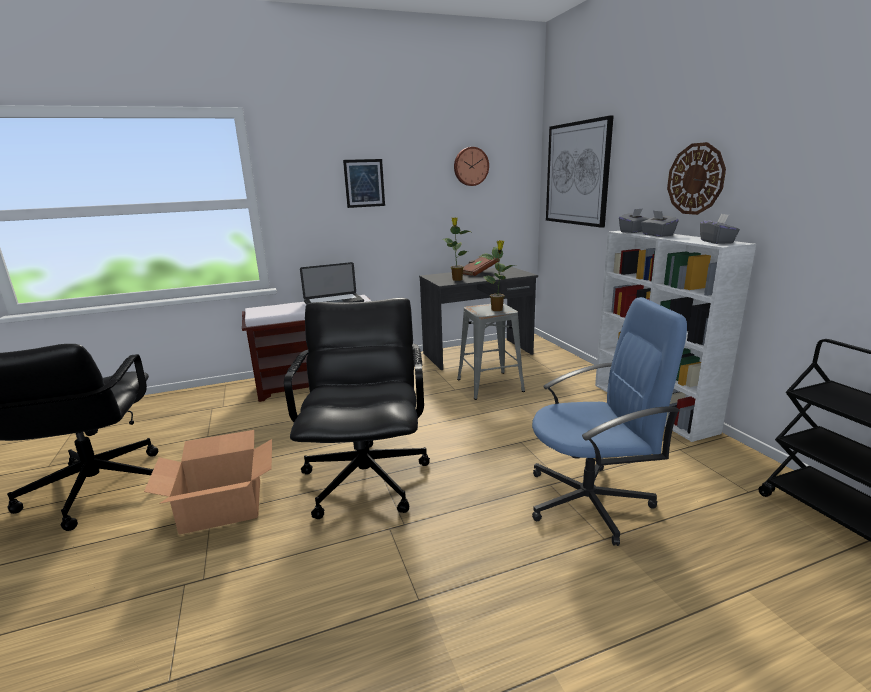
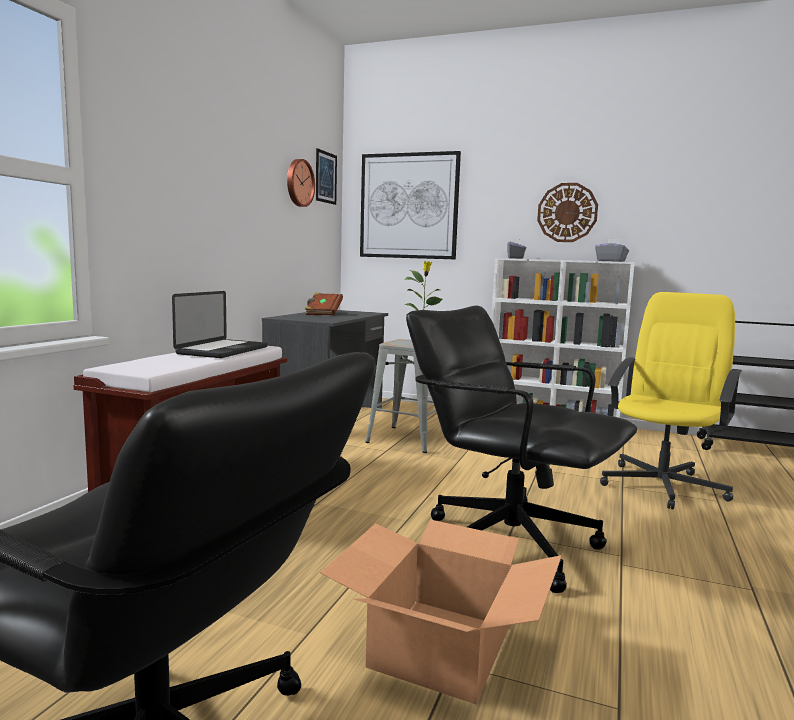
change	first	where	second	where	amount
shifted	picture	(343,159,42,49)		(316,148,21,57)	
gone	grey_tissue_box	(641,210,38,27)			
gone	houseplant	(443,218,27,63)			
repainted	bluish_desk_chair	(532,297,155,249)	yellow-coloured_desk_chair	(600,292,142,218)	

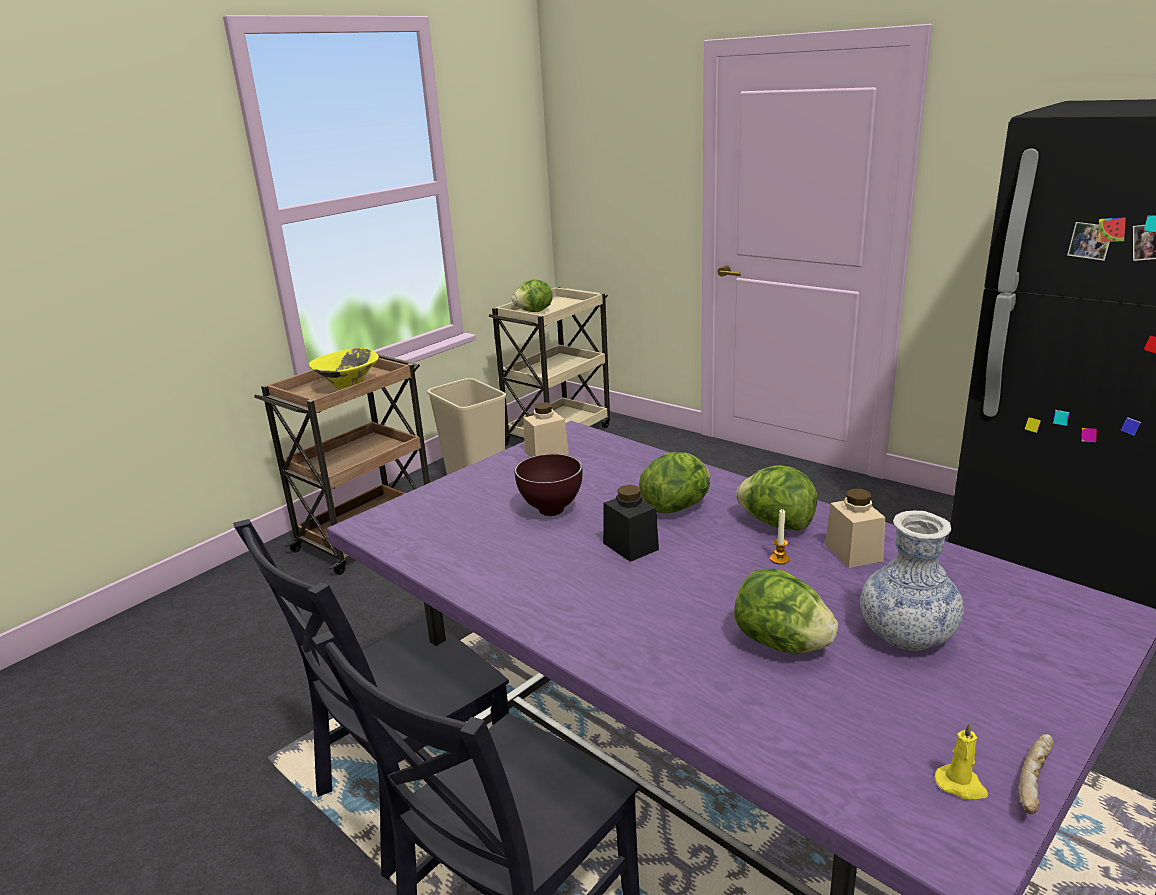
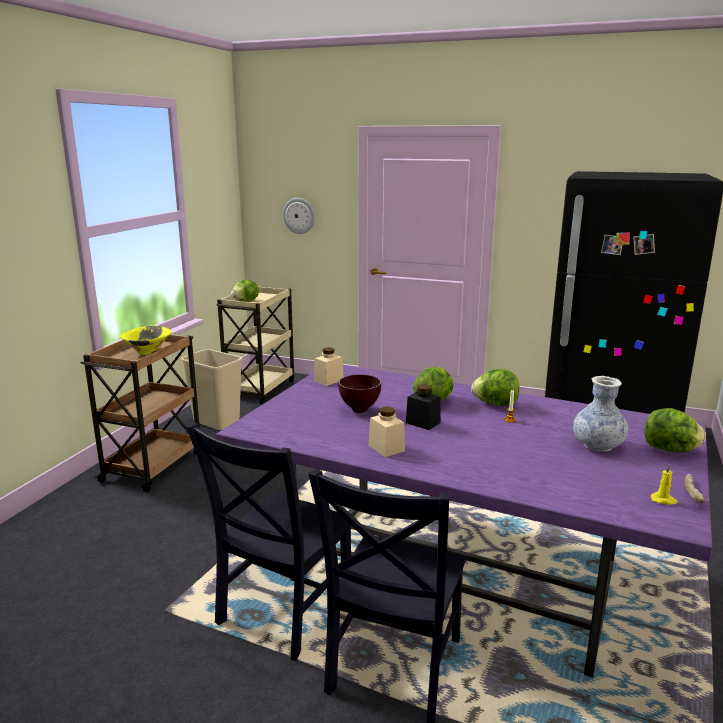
change	first	where	second	where	amount
shifted	sand-coloured_jar	(825,489,60,79)		(369,406,36,51)	
shifted	lettuce_head	(734,569,104,85)		(645,408,61,45)	
new			clock_on_the_wall	(283,198,32,36)	

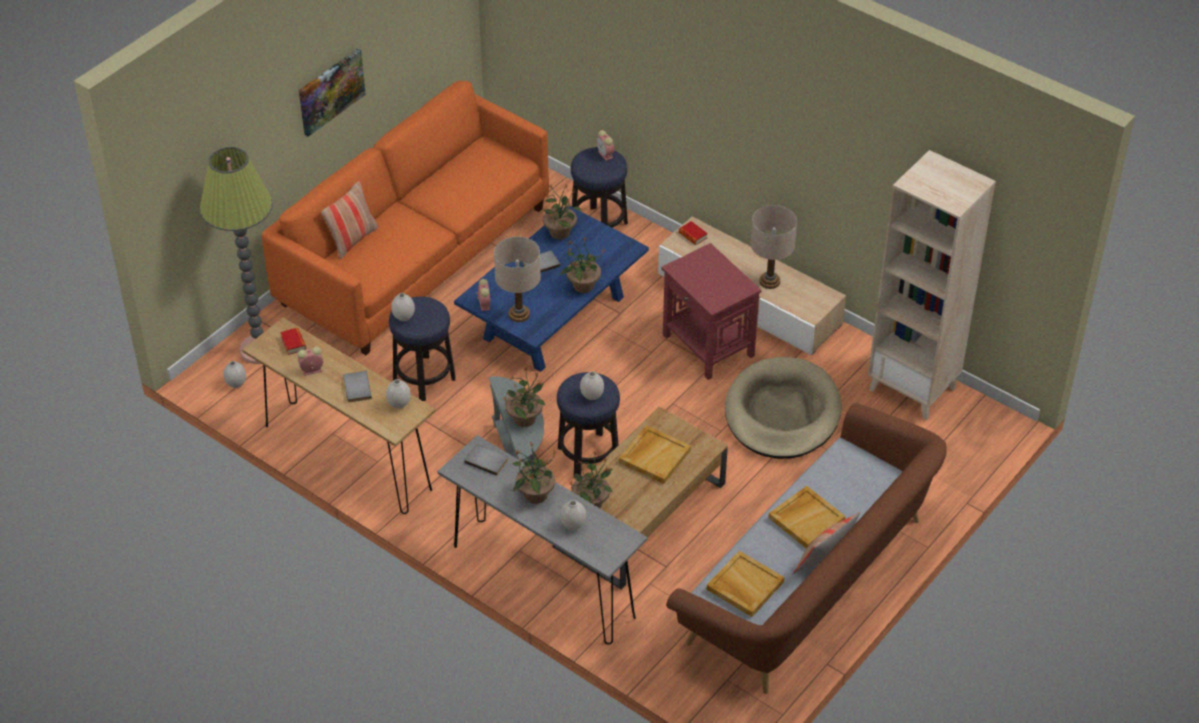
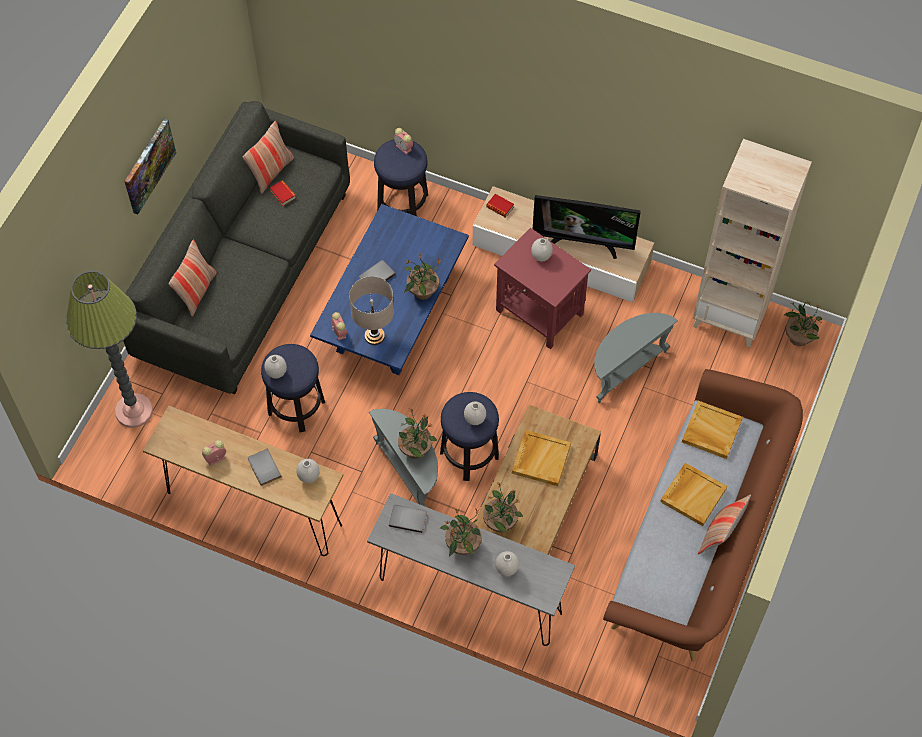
change	first	where	second	where	amount
repainted	orange-coloured_settee	(262,81,287,274)	grey_settee	(123,101,227,293)	
shifted	houseplant	(543,184,39,56)		(784,301,38,45)	
swapped	sand-coloured_tabletop_lamp	(751,205,46,84)	television	(533,195,108,64)	
shifted	bound_book	(280,328,26,27)		(270,180,26,26)	
swapped	sand-coloured_dog_cushion	(725,357,116,102)	grey_end_table	(594,313,84,90)	
shifted	white-coloured_vase	(223,361,23,27)		(531,238,22,23)	
shifted	sand-coloured_carrying_tray	(706,551,79,66)		(682,401,61,58)	
new			throw_pillow	(243,121,51,73)	

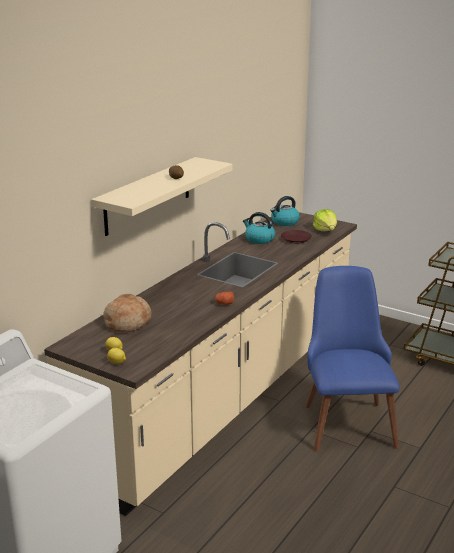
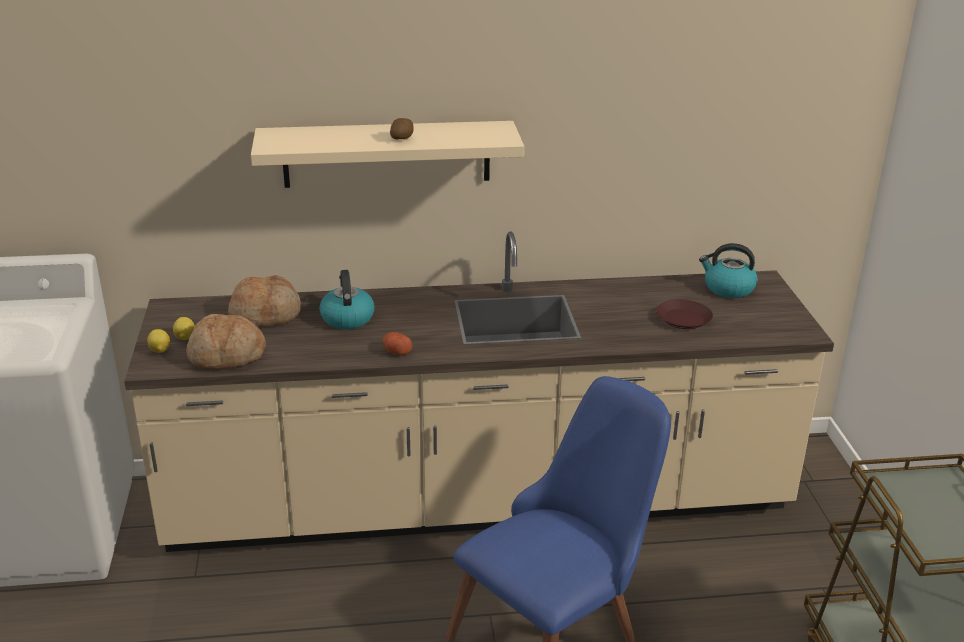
change	first	where	second	where	amount
gone	lettuce_head	(313,209,24,22)			
shifted	water_kettle	(243,212,32,32)		(319,270,56,59)	
new			bakery_bread	(186,314,80,55)	

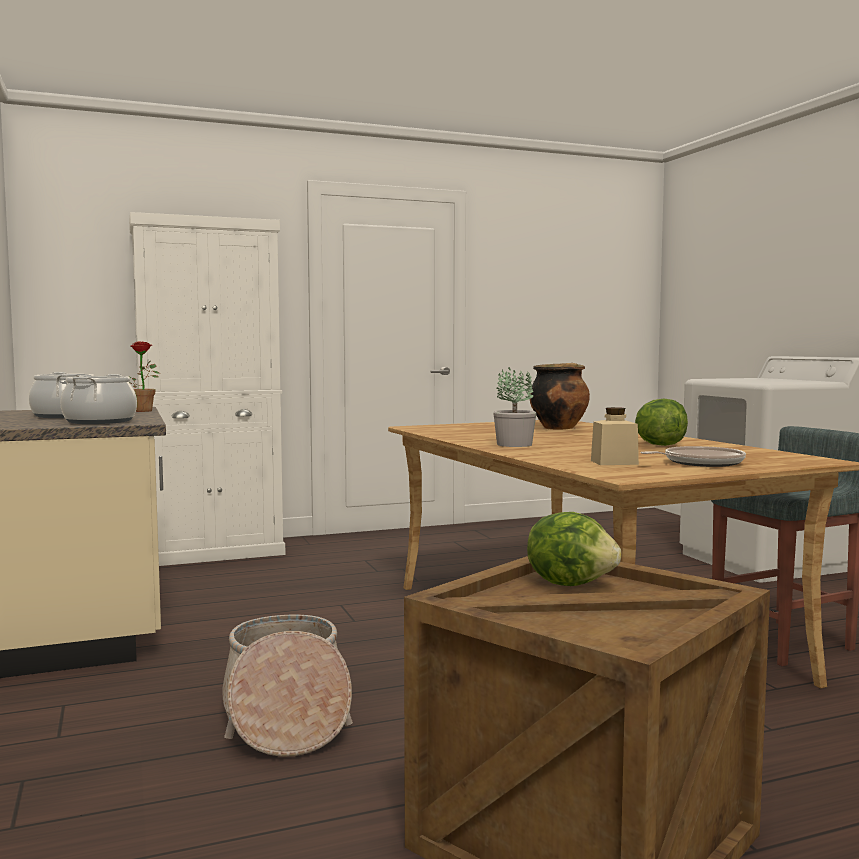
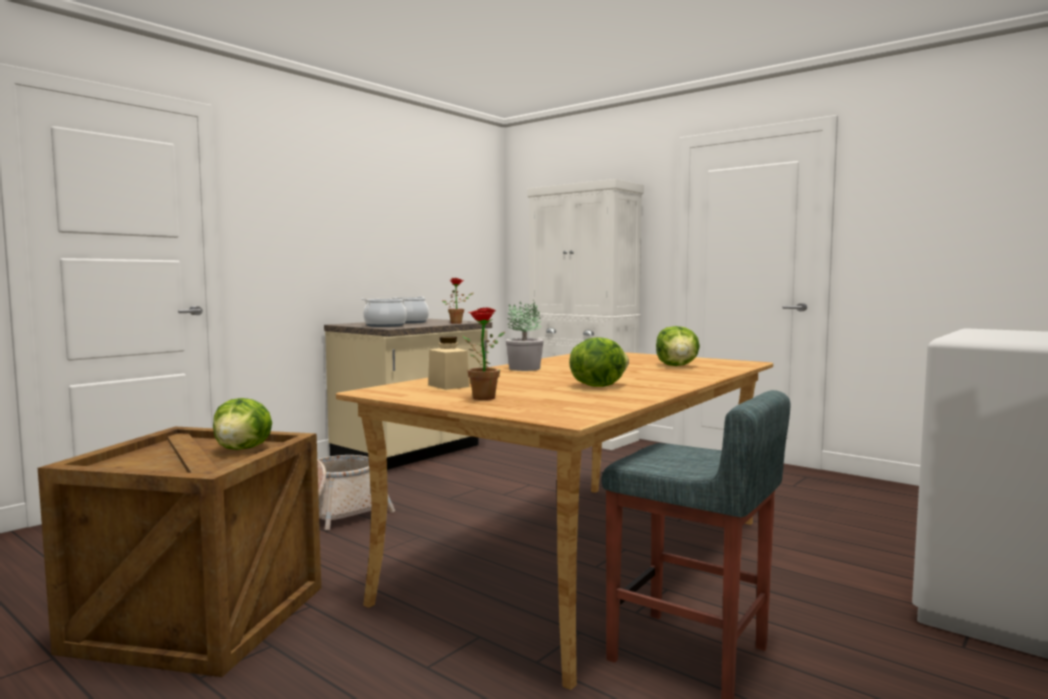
change	first	where	second	where	amount
swapped	saucepot	(530,363,60,67)	lettuce_head	(656,326,44,40)	
swapped	pan	(641,446,105,21)	houseplant	(462,307,43,93)	

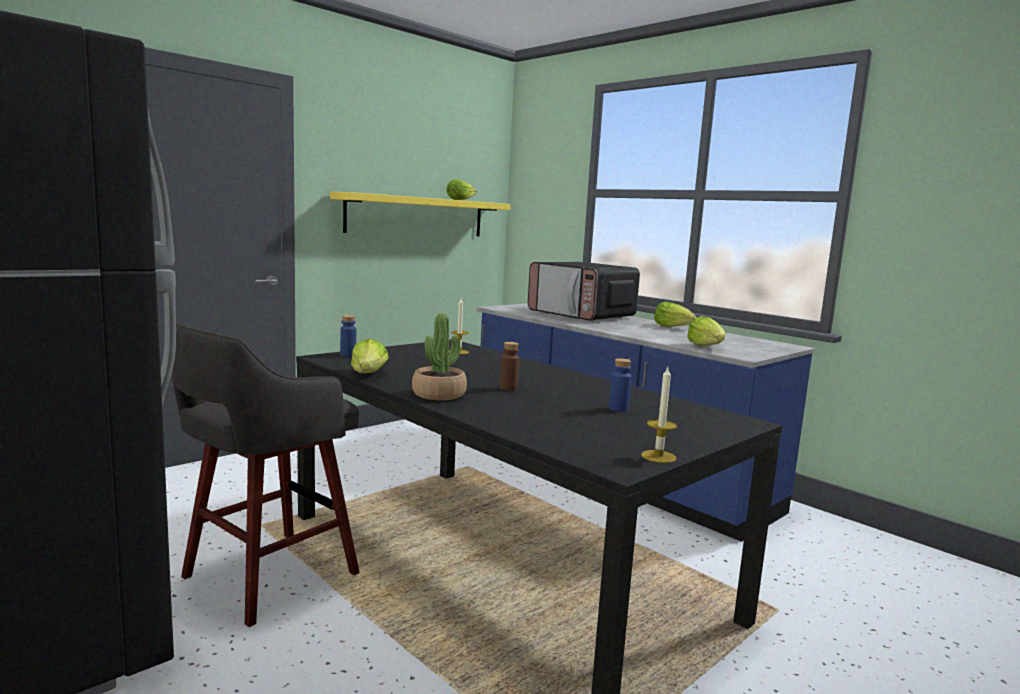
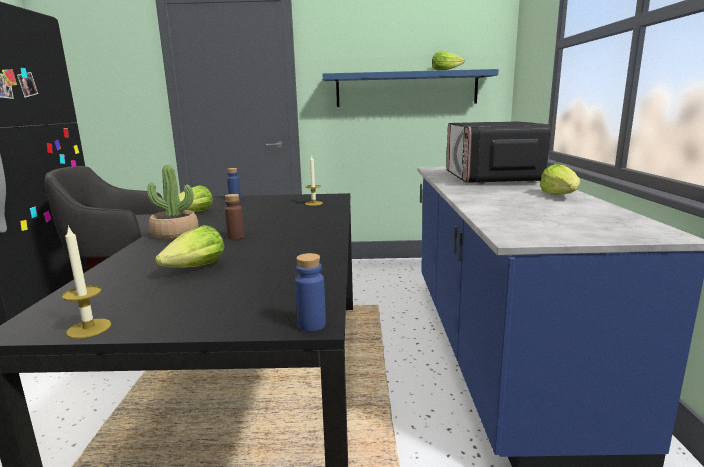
change	first	where	second	where	amount
repainted	yellow-coloured_wall_shelf	(330,192,180,44)	bluish_wall_shelf	(323,69,175,38)	
shifted	lettuce_head	(687,316,38,30)		(155,225,70,43)	
shifted	bluish_bottle	(609,358,23,54)		(295,253,31,79)	

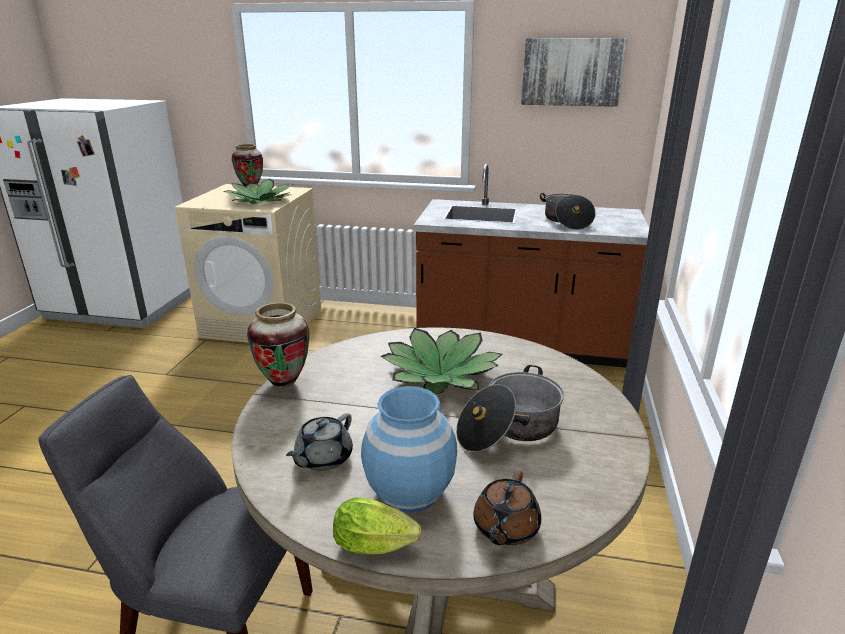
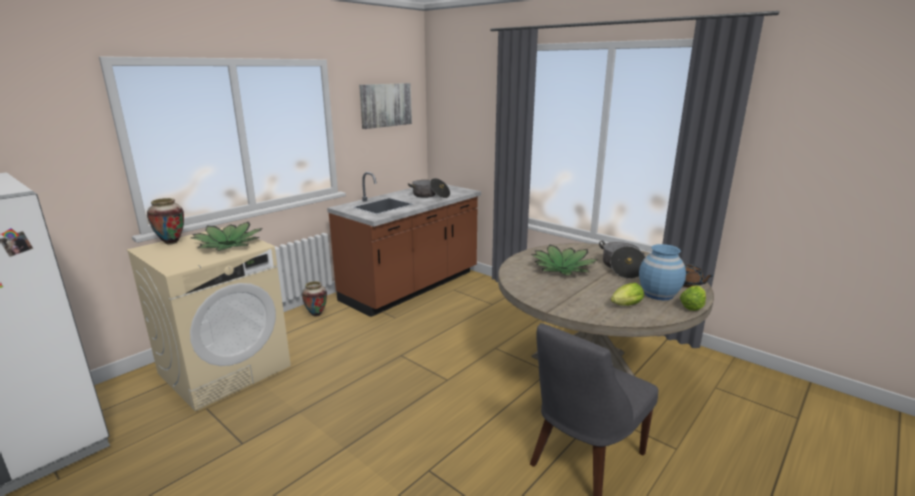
change	first	where	second	where	amount
shifted	vase	(247,302,62,87)		(302,281,25,36)	
swapped	grey_pot_for_tea	(286,413,67,58)	lettuce_head	(611,283,33,23)	

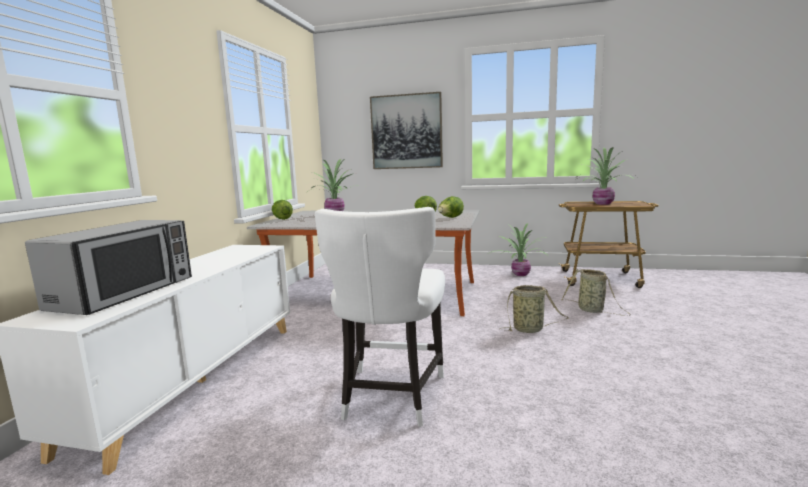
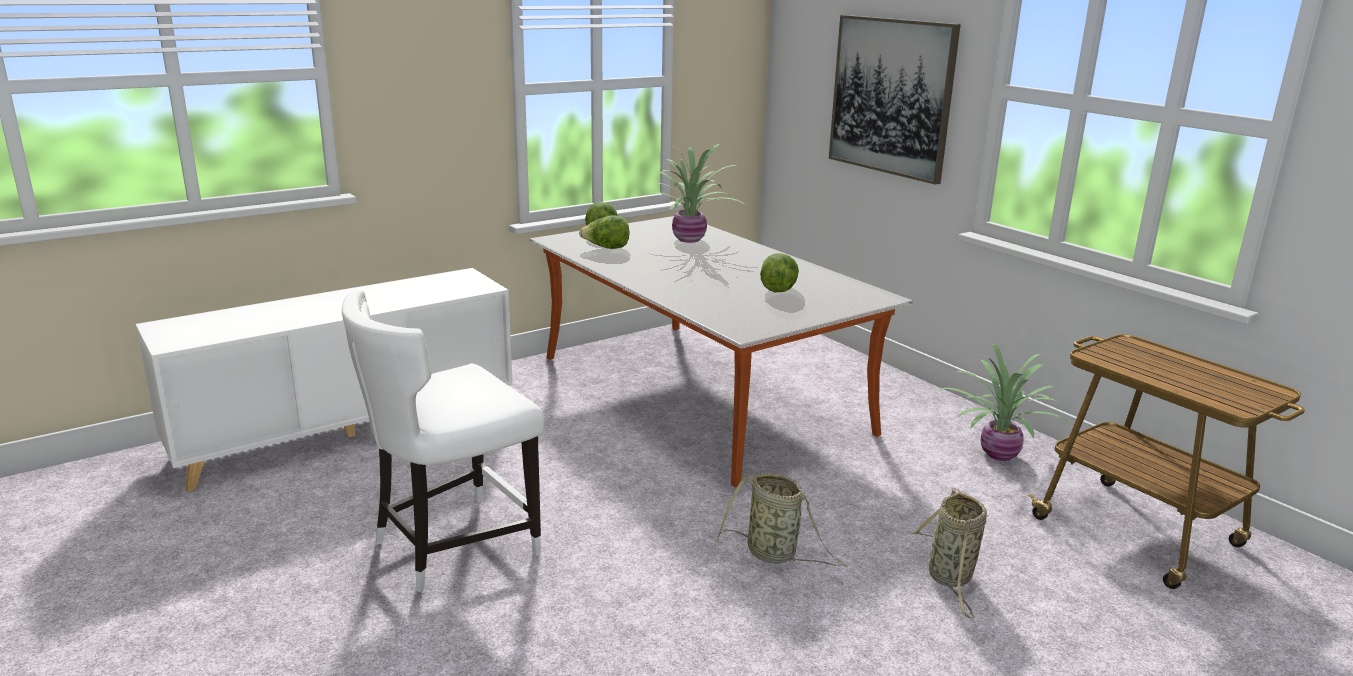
change	first	where	second	where	amount
gone	houseplant	(575,147,62,58)			
shifted	lettuce_head	(438,196,26,22)		(579,215,51,34)	
gone	kitchen_microwave	(25,220,167,95)			

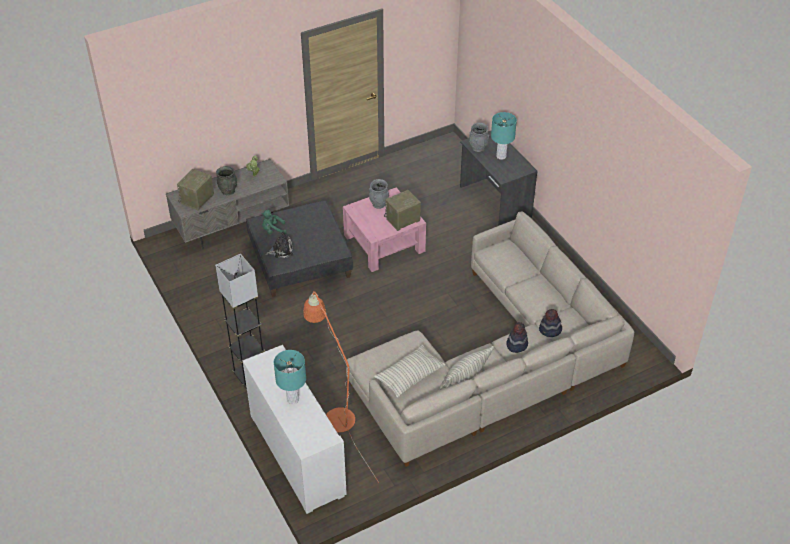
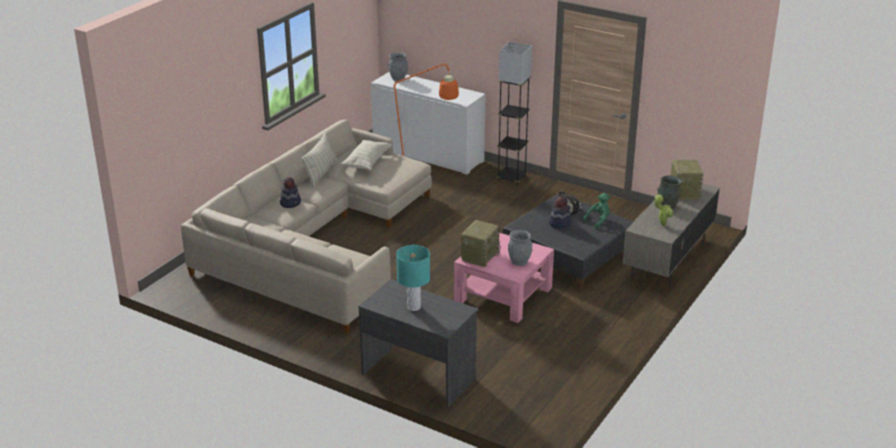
change	first	where	second	where	amount
shifted	grey_vase	(469,123,20,29)		(388,53,20,28)	
shifted	clothing_hat	(539,309,23,28)		(549,196,22,32)	
gone	blue-green_tabletop_lamp	(274,350,32,54)			

